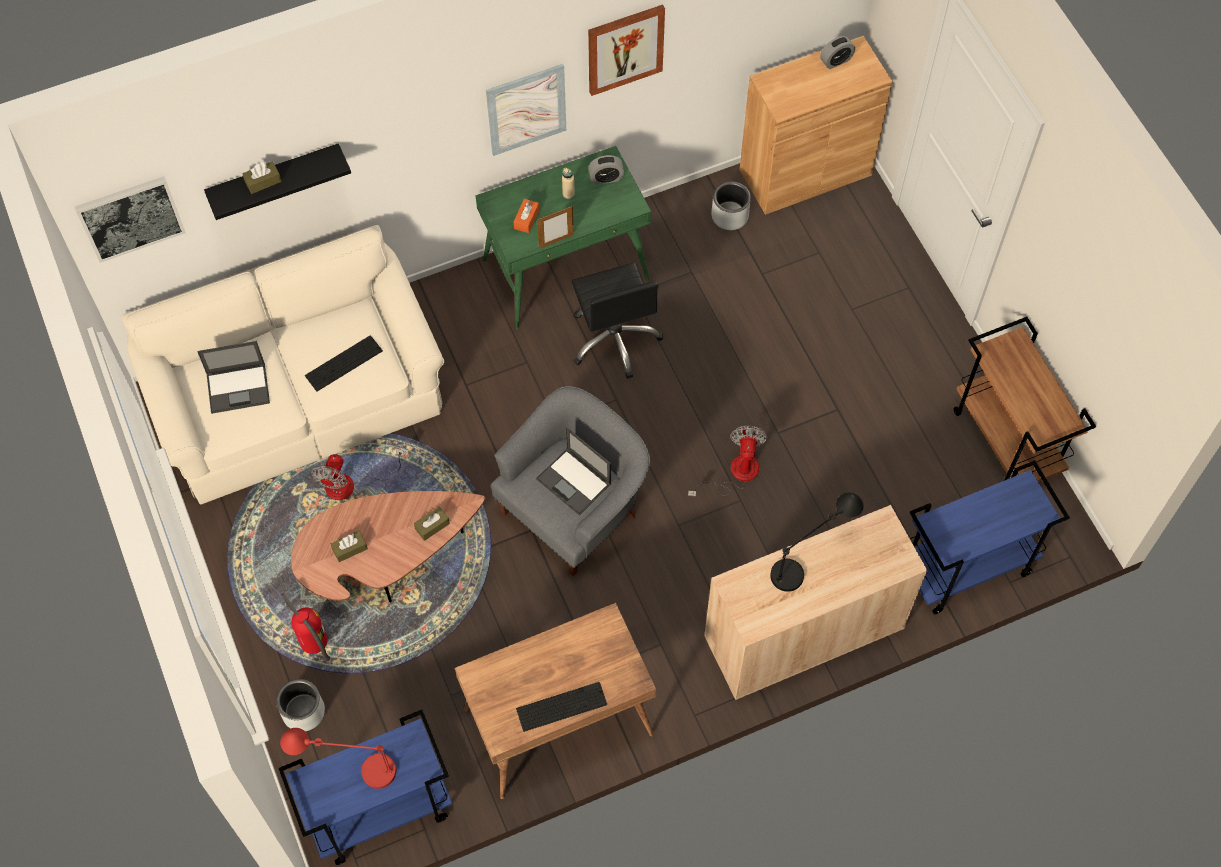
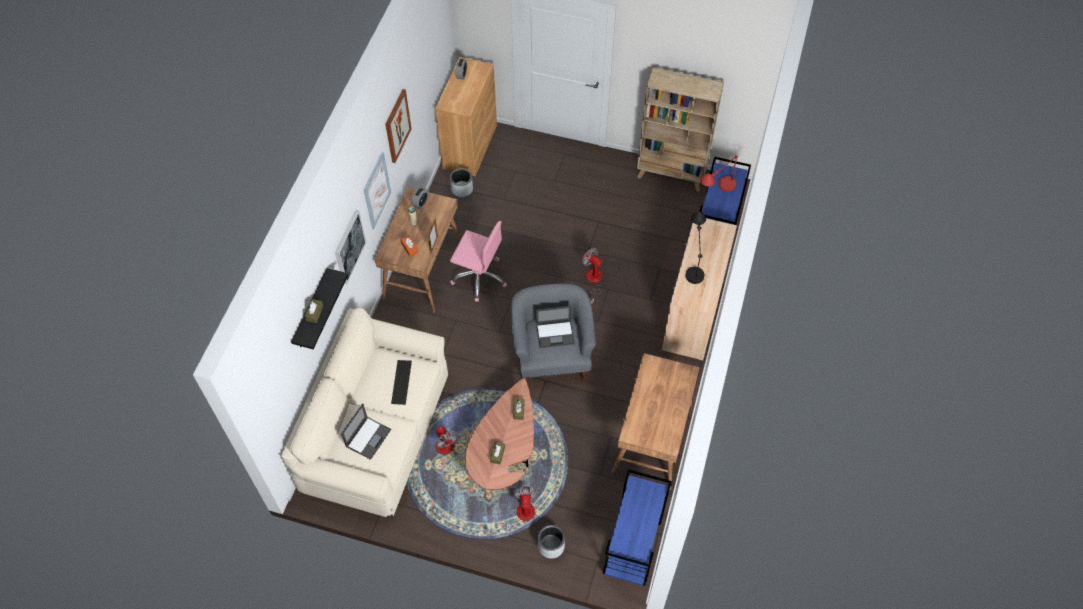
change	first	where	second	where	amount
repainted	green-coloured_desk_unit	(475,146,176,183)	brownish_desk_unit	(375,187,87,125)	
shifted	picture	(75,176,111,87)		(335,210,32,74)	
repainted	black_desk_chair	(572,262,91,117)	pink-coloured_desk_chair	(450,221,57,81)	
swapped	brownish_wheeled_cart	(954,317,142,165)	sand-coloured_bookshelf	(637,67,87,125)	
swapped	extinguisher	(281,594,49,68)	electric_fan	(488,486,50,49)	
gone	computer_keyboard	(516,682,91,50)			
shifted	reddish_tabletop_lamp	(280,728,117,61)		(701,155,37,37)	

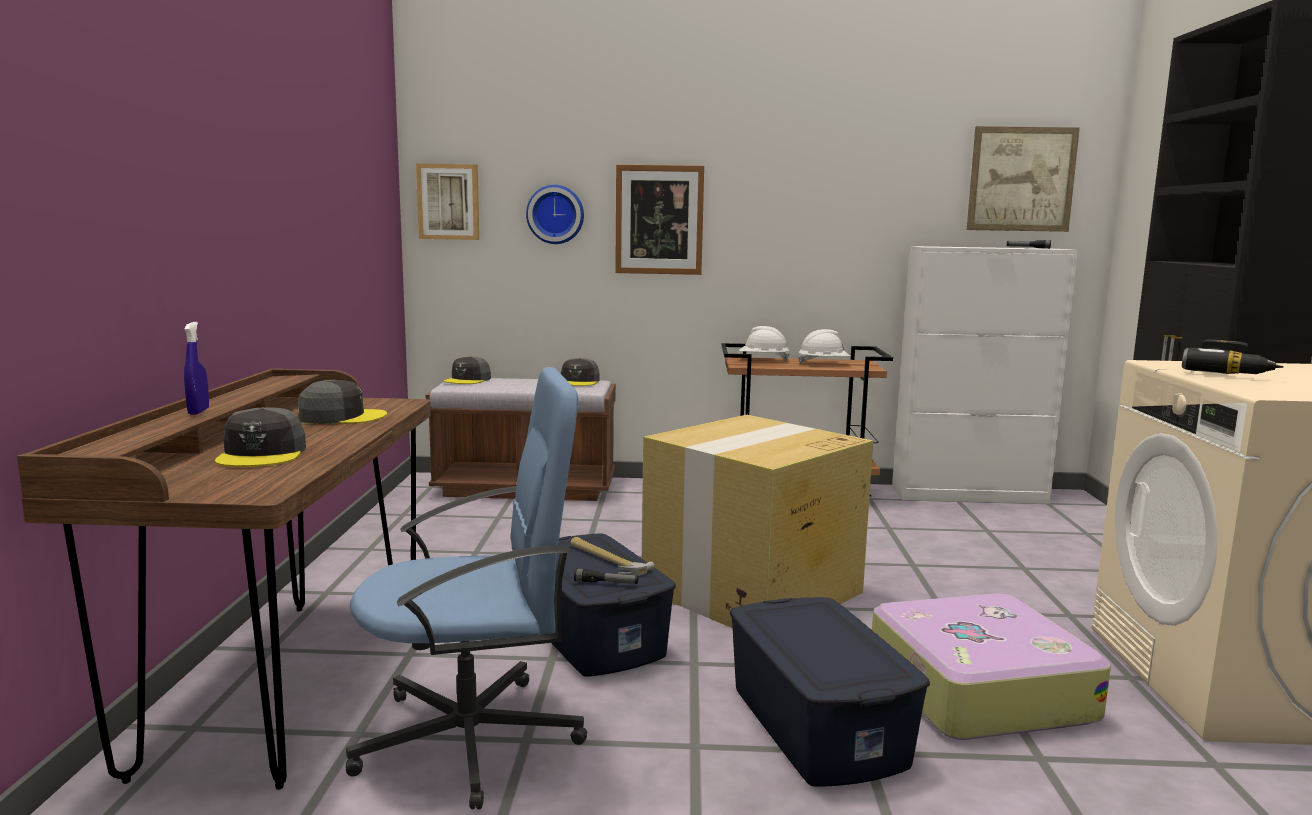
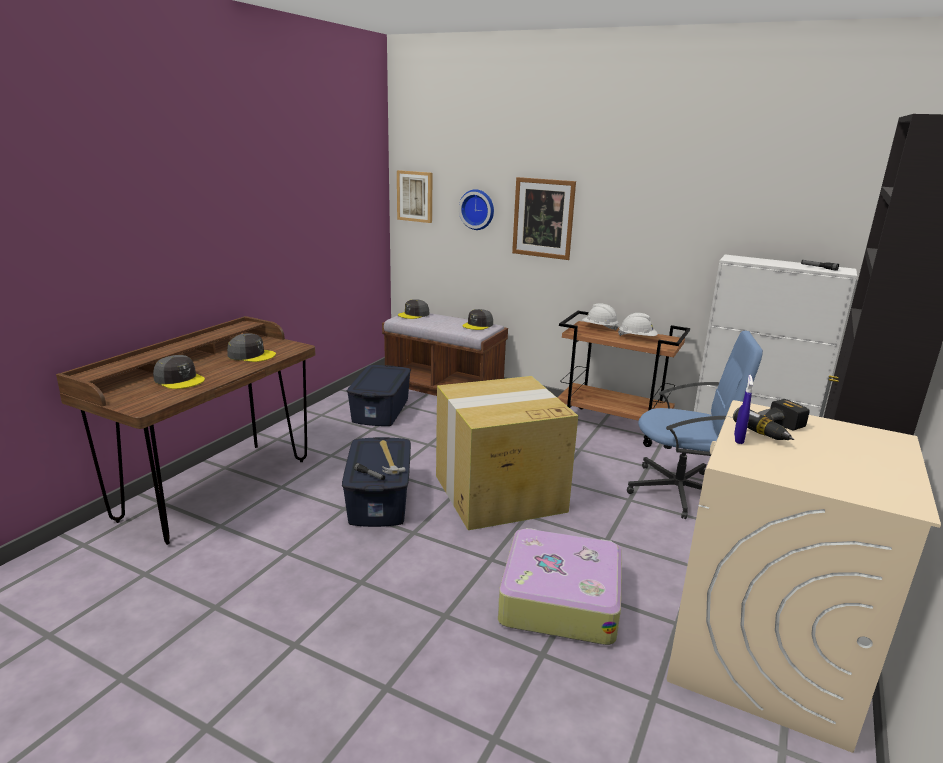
change	first	where	second	where	amount
gone	picture	(967,126,113,106)			
shifted	bluish_spray_bottle	(184,322,25,93)		(734,375,19,69)	
shifted	bluish_desk_chair	(346,367,241,443)		(627,331,136,188)	
rotated	grey_cap	(215,407,91,60)		(153,355,52,34)	75 degrees counterclockwise
shifted	bluish_storage_box	(730,597,200,190)		(347,365,64,61)	

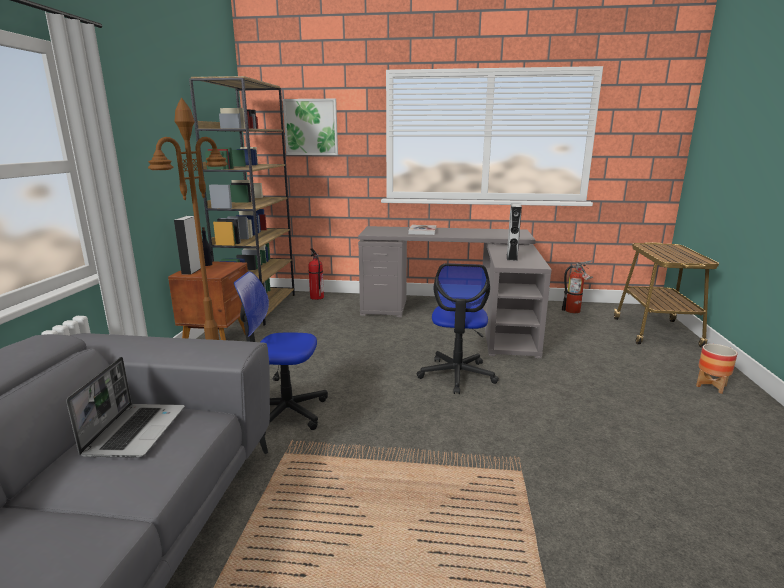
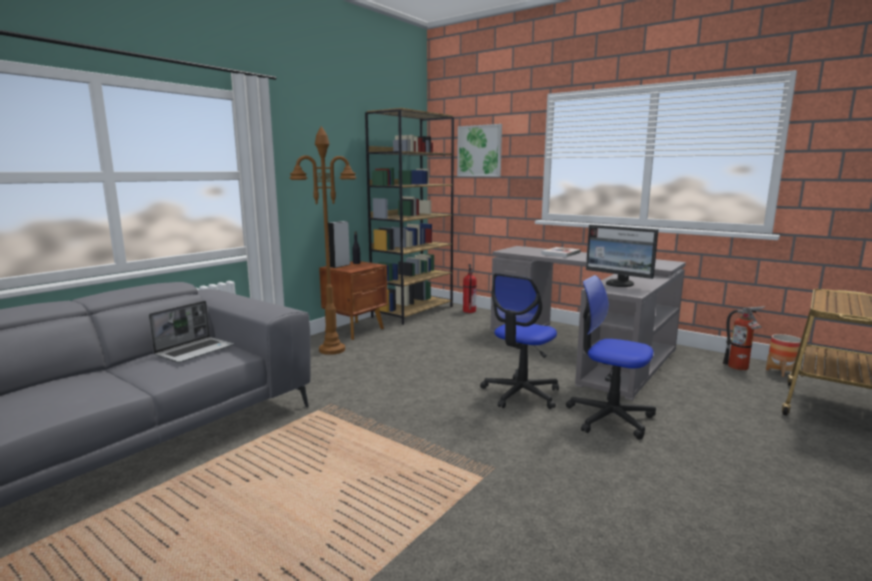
change	first	where	second	where	amount
swapped	grey_speaker	(507,203,15,58)	monitor	(586,225,72,62)	
shifted	desk_chair	(234,271,94,165)		(566,275,90,165)	
shifted	planter	(696,344,41,50)		(766,334,35,43)	

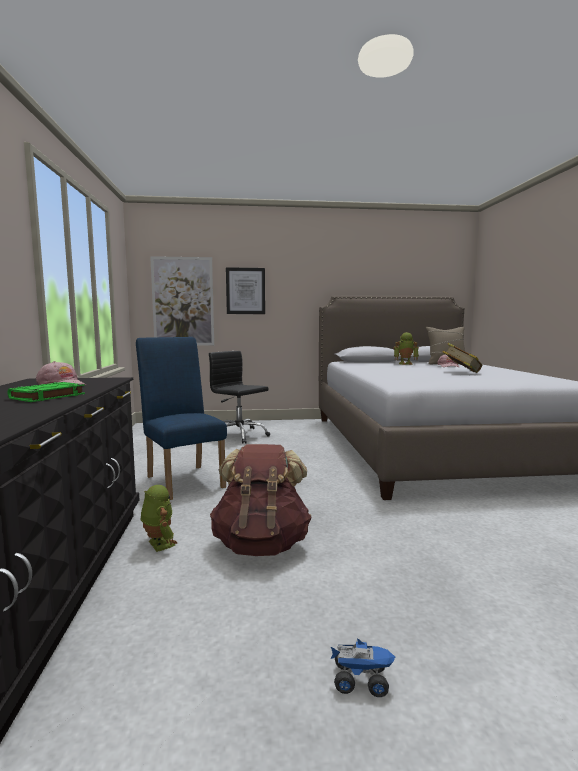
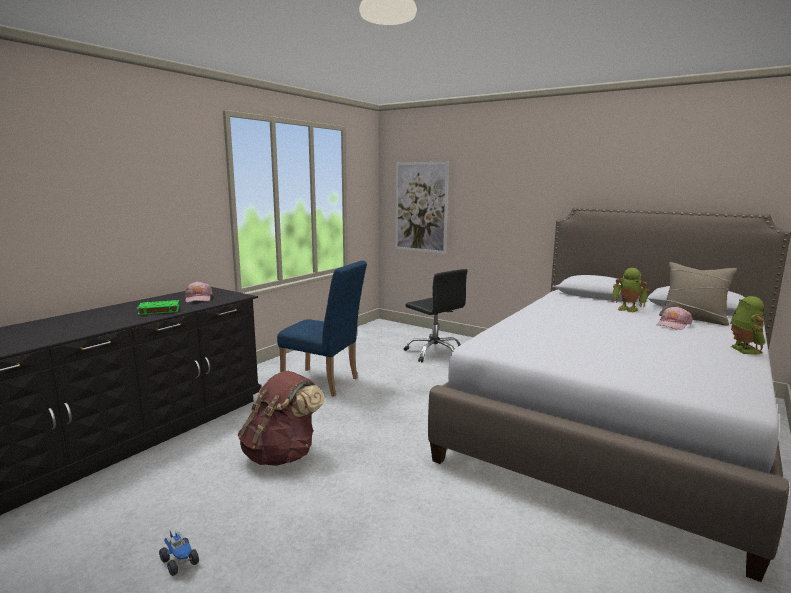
change	first	where	second	where	amount
gone	picture	(226,267,39,47)			
rotated	bluish_chair	(136,337,91,163)		(277,260,90,136)	105 degrees clockwise
gone	bound_book	(442,343,40,30)			
rotated	black_desk_chair	(209,351,61,93)		(404,269,63,93)	150 degrees clockwise
shifted	toy_robot	(140,485,37,67)		(730,296,36,58)	

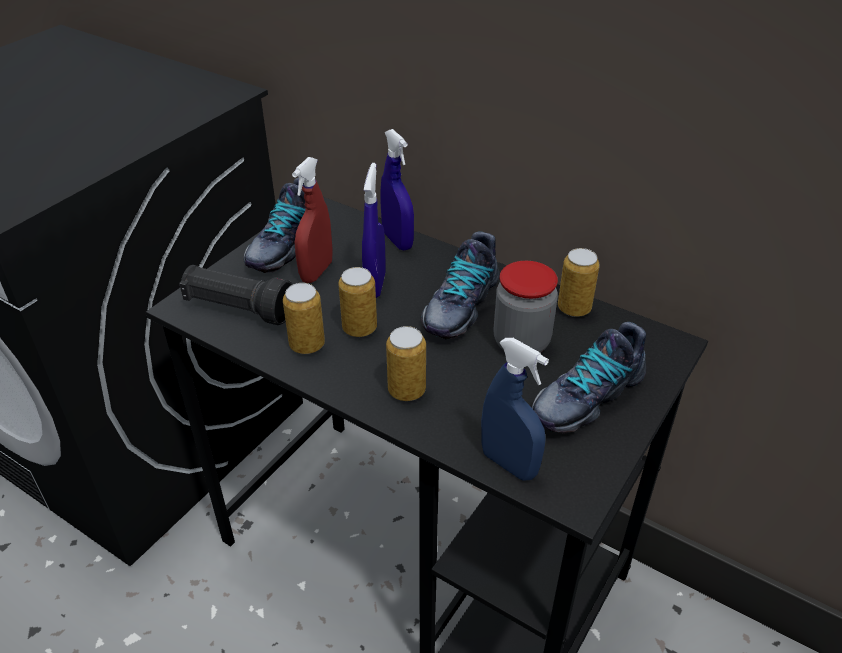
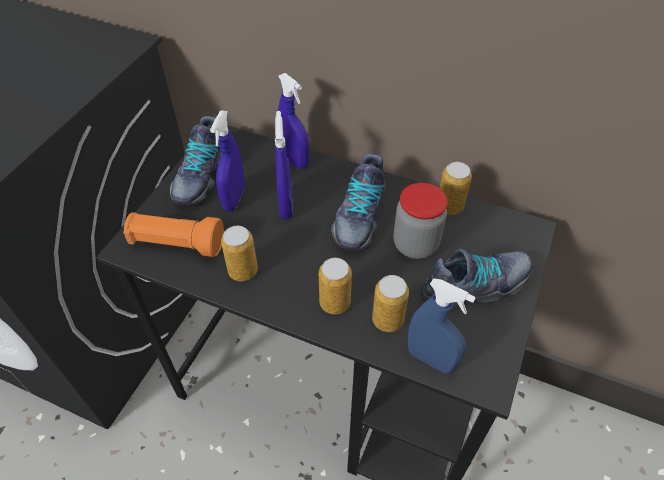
change	first	where	second	where	amount
repainted	reddish_spray_bottle	(292,157,41,126)	bluish_spray_bottle	(210,110,35,102)	
repainted	black_torch	(179,265,114,60)	orange-coloured_torch	(123,212,101,45)	
shifted	sealed_can	(338,267,39,70)		(372,275,37,57)	
rotated	shoe	(532,322,114,112)		(420,248,113,64)	150 degrees counterclockwise

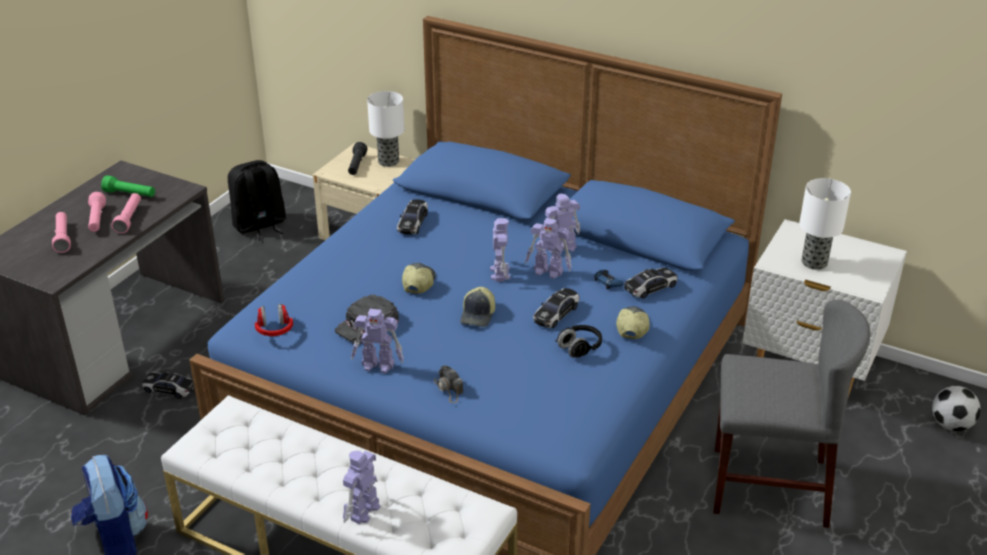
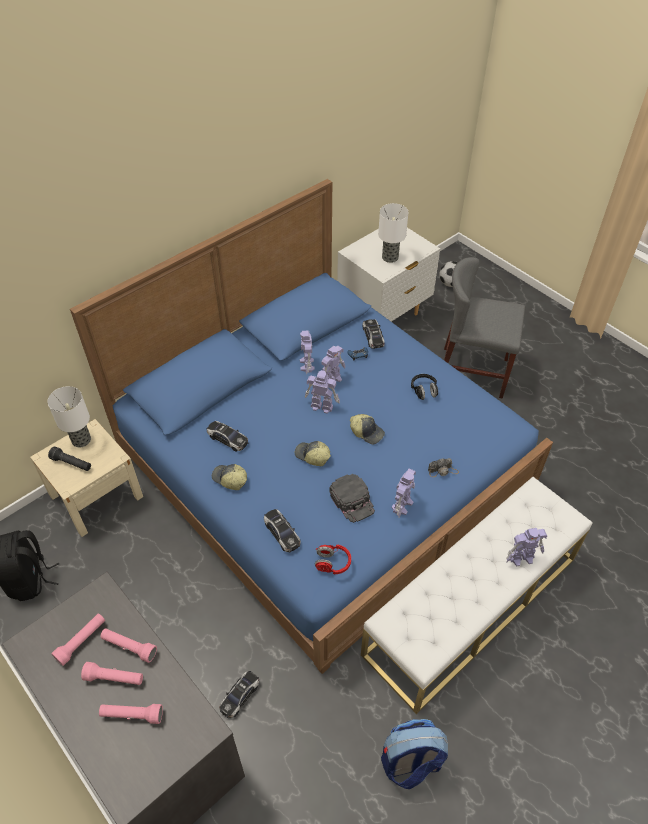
change	first	where	second	where	amount
repainted	green-coloured_torch	(101,175,54,22)	pink-coloured_torch	(51,614,54,52)	
shifted	miniature_car	(533,288,46,40)		(264,509,37,43)	
rotated	grey_chair	(713,300,157,228)		(444,257,81,142)	105 degrees counterclockwise
shifted	cap	(616,306,33,33)		(212,464,35,26)	
rotated	toy_robot	(343,450,37,74)		(506,528,41,38)	60 degrees counterclockwise

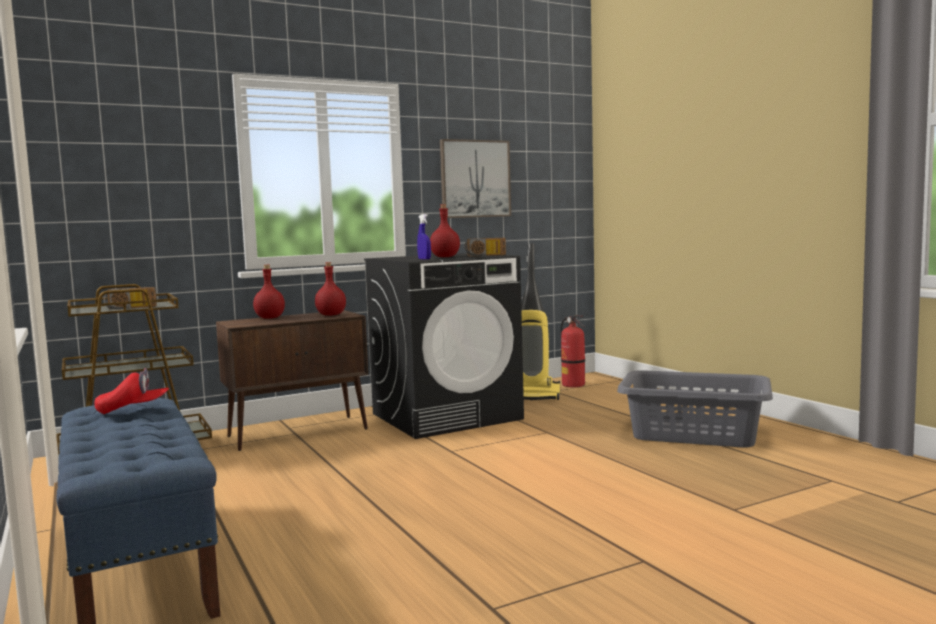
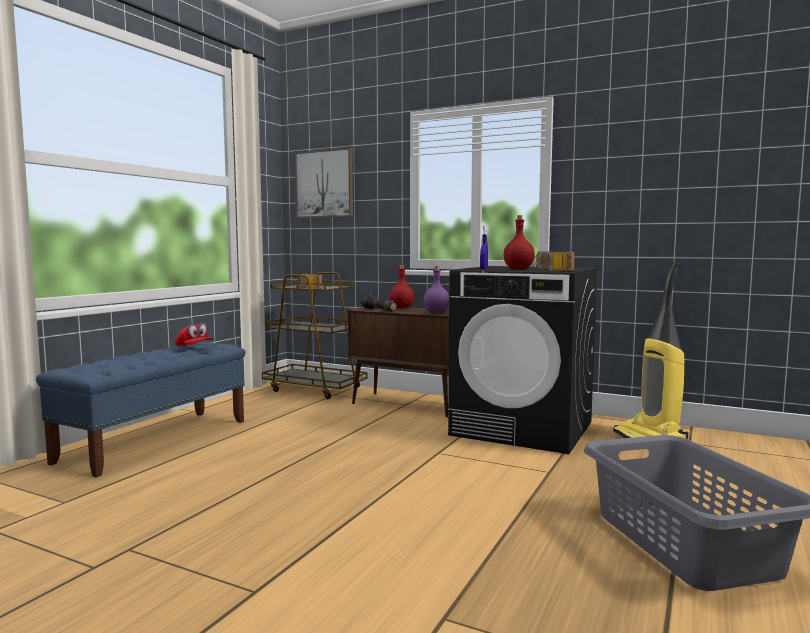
change	first	where	second	where	amount
shifted	picture	(440,139,71,79)		(295,148,58,70)	
repainted	reddish_bottle	(315,262,31,54)	purple-coloured_bottle	(424,266,25,47)	
gone	extinguisher	(561,315,24,72)			
new			torch	(361,295,36,16)	

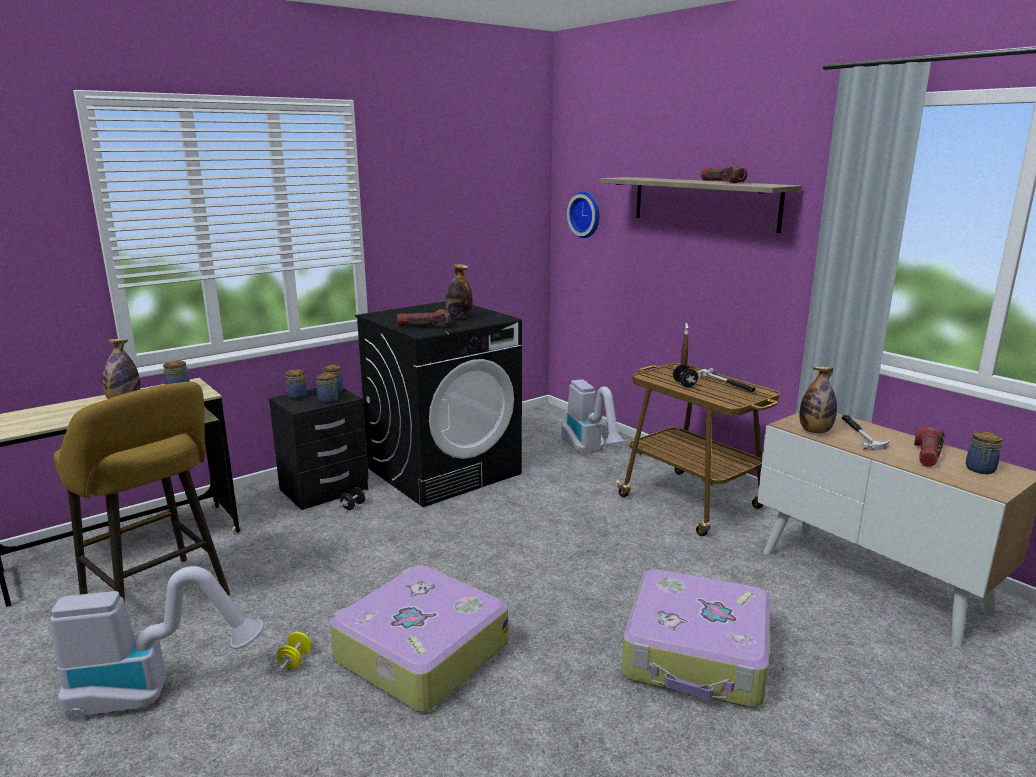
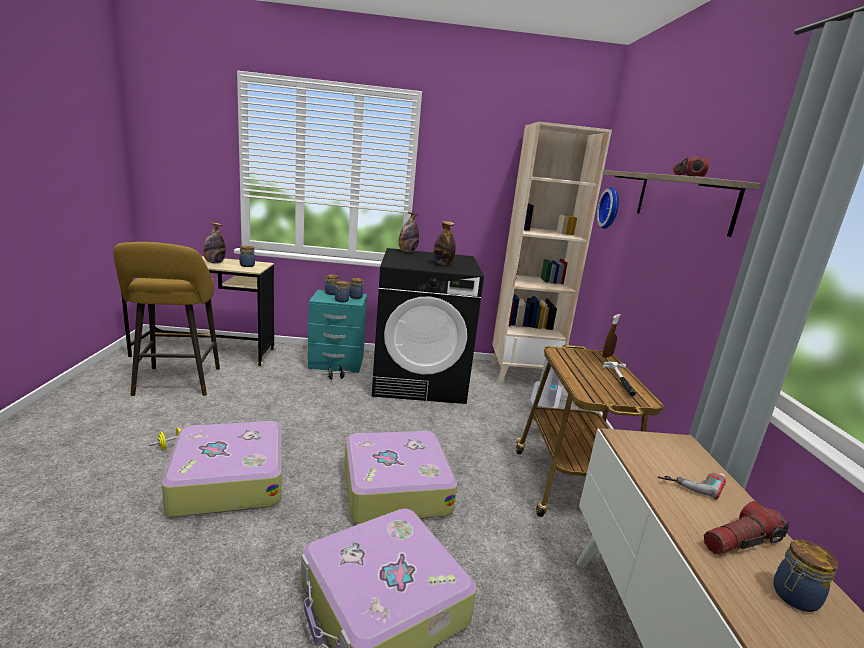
change	first	where	second	where	amount
gone	torch	(397,309,54,18)			
gone	black_hand_weight	(673,364,25,23)			
shifted	bottle	(799,366,38,67)		(399,212,20,40)	
repainted	black_bedside_table	(269,388,100,122)	blue-green_bedside_table	(308,290,59,83)	
swapped	tool_hammer	(842,415,47,35)	drill	(658,473,68,27)	
gone	hoover	(50,566,214,157)			
new			sand-coloured_bookshelf	(492,122,120,261)	
new			piece_of_luggage	(344,430,113,93)	

